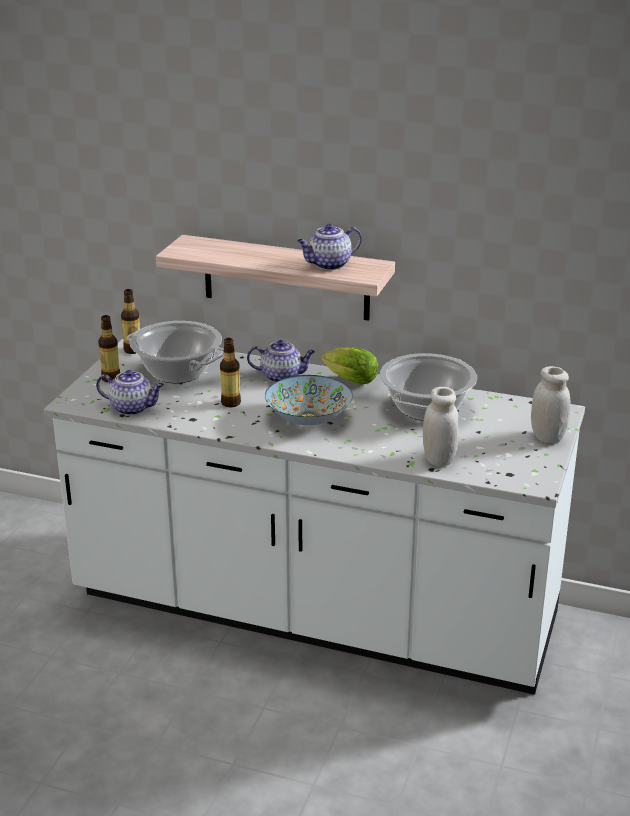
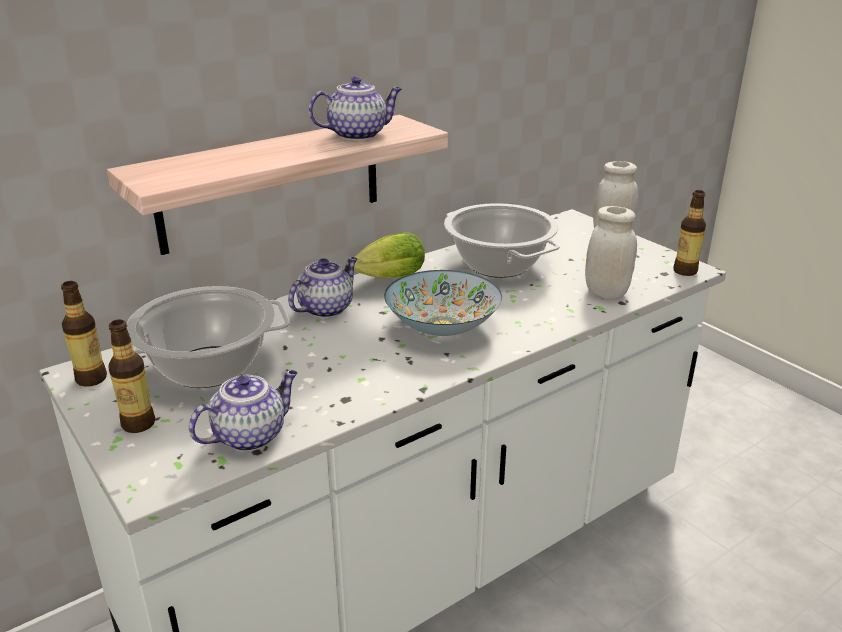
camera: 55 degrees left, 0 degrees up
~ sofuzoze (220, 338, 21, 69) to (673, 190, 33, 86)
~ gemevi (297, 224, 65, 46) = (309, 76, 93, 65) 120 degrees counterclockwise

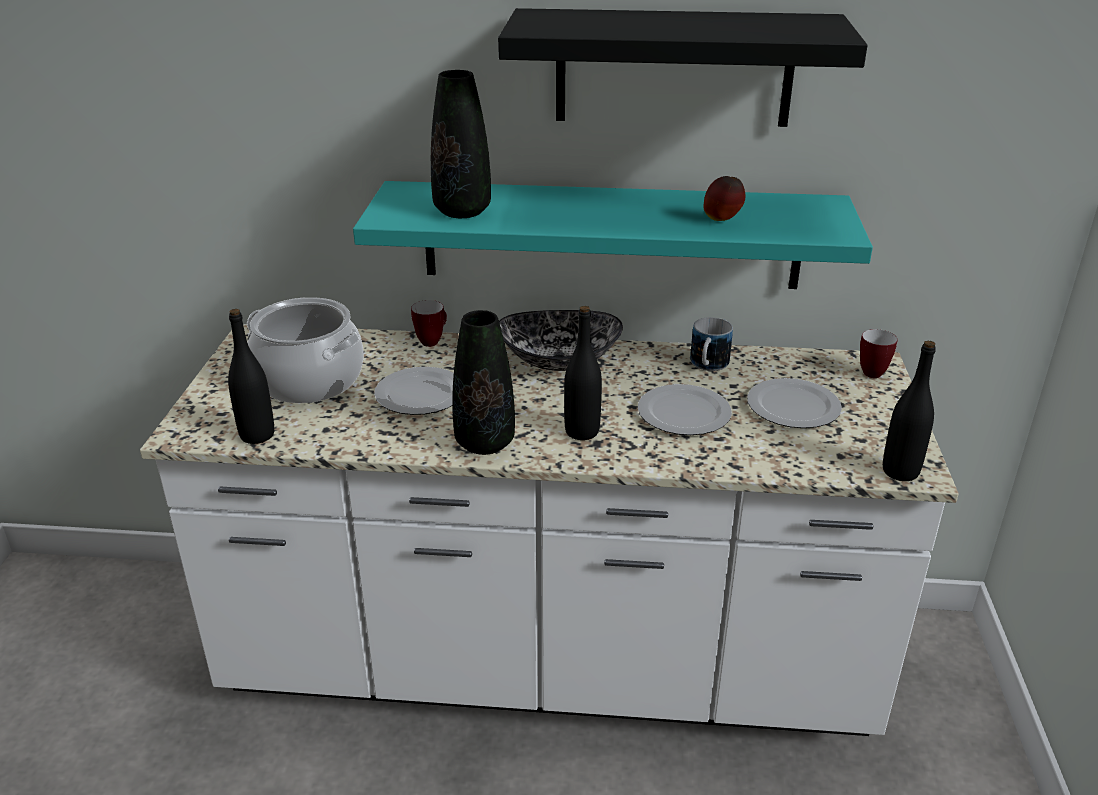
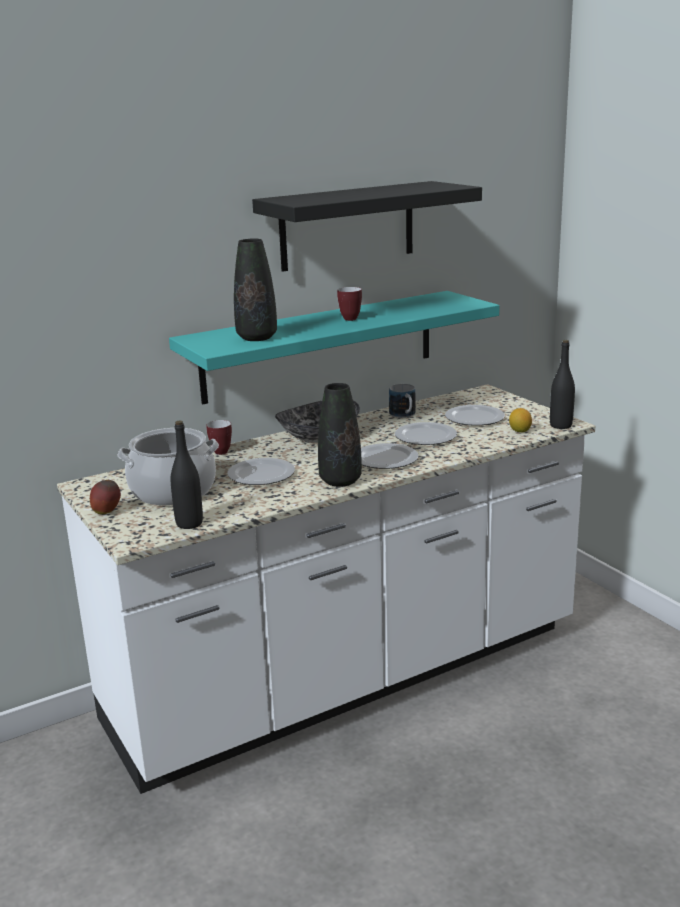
camera: 35 degrees left, 10 degrees down
~ black sofuzoze (564, 306, 38, 134) to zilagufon (361, 443, 57, 26)
~ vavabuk (703, 176, 42, 45) to (90, 480, 31, 34)
~ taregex (860, 329, 38, 49) to (337, 287, 25, 34)
+ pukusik (509, 408, 23, 25)

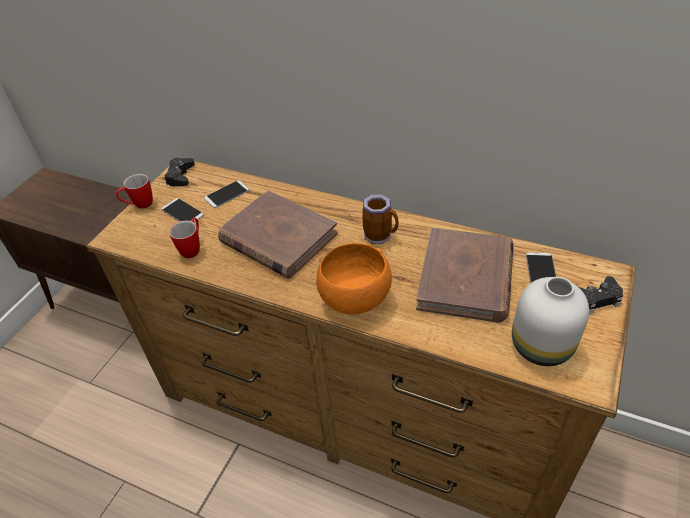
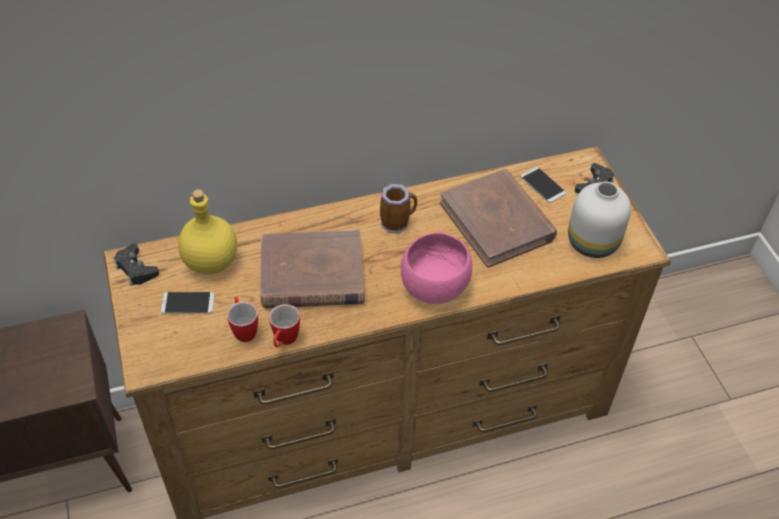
camera: 45 degrees left, 5 degrees up
~ taregex (116, 174, 37, 35) to (269, 304, 31, 43)
~ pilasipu (204, 180, 46, 28) to yellow sofuzoze (178, 189, 59, 85)
~ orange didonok (316, 243, 76, 71) to pink didonok (401, 231, 71, 73)

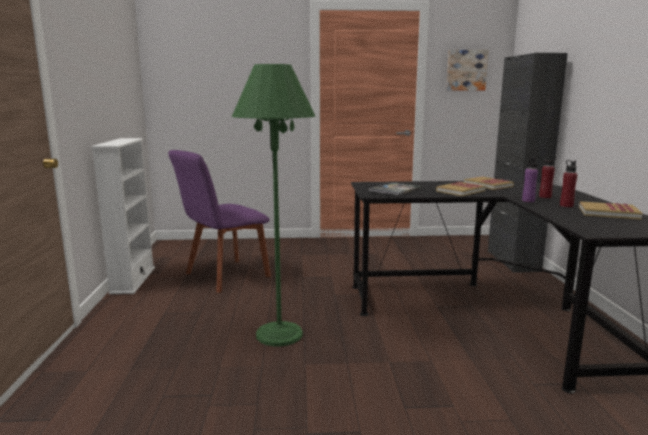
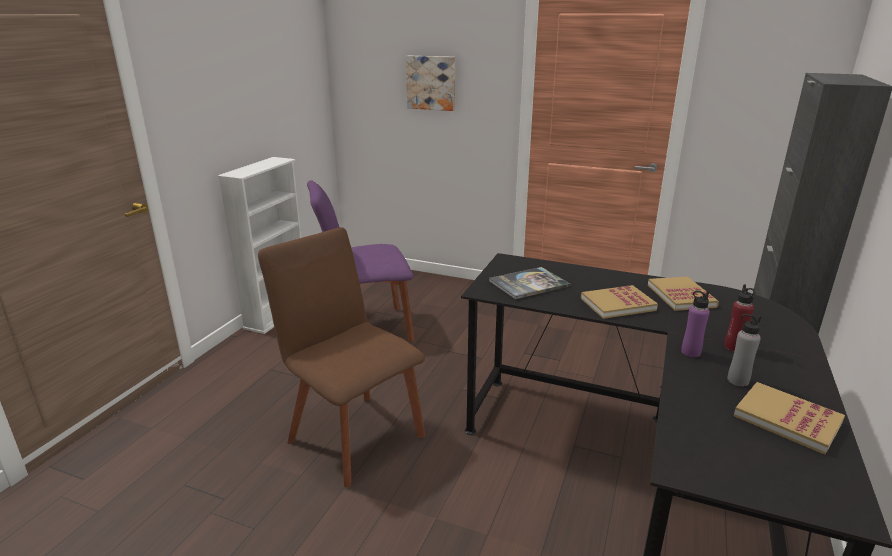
camera: 25 degrees right, 10 degrees up
~ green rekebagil (232, 64, 83, 282) to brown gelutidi (258, 227, 167, 261)
~ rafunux (446, 50, 42, 41) to (406, 56, 49, 55)
~ red sofuzoze (560, 160, 17, 47) to grey sofuzoze (727, 314, 34, 73)

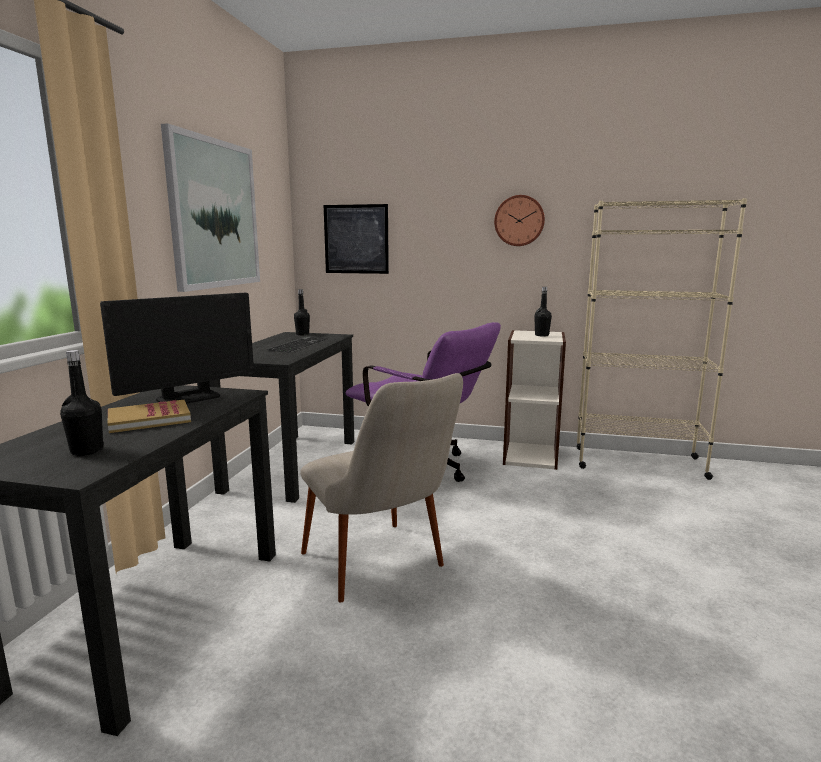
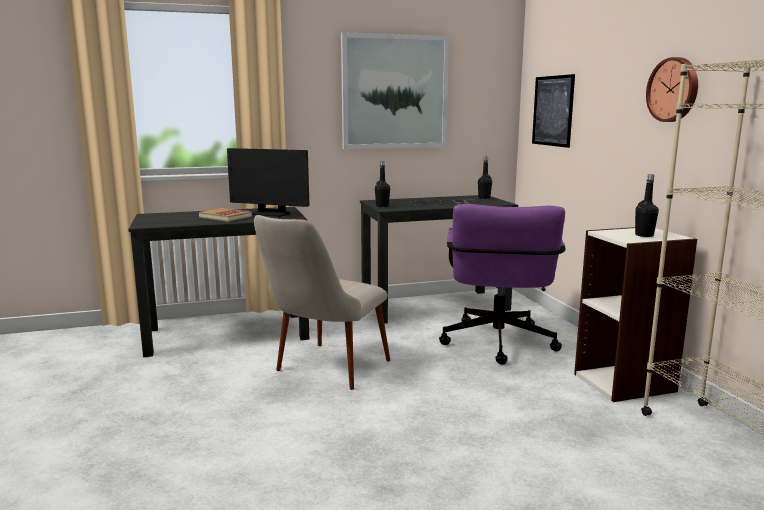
camera: 60 degrees right, 0 degrees up
~ black sofuzoze (60, 350, 44, 106) to (375, 161, 15, 46)

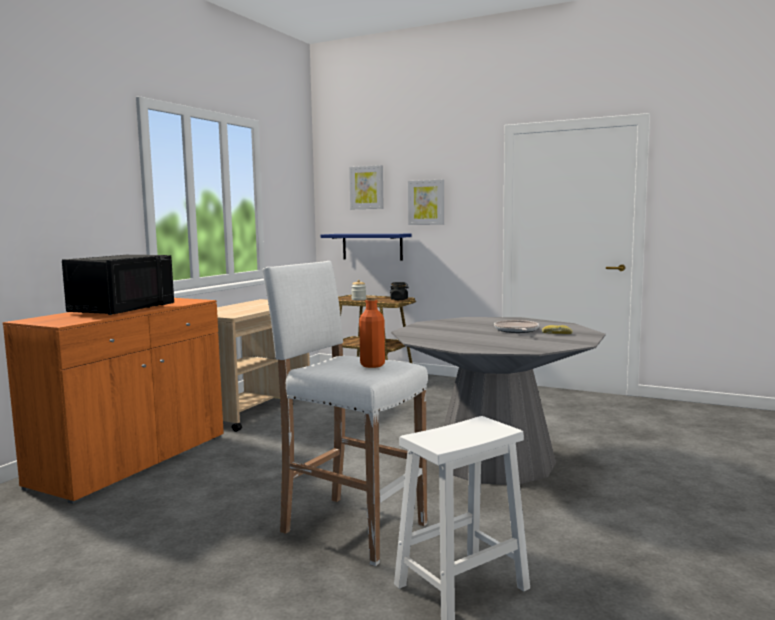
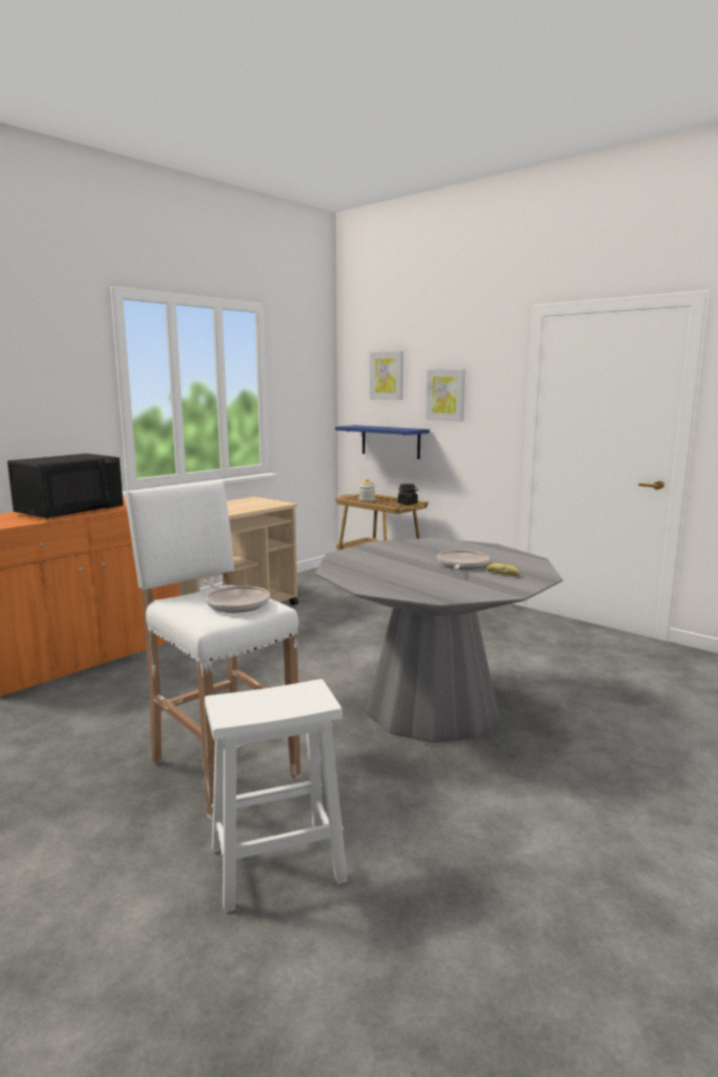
camera: 15 degrees right, 5 degrees up
~ orange sofuzoze (359, 297, 26, 71) to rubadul (201, 580, 69, 33)

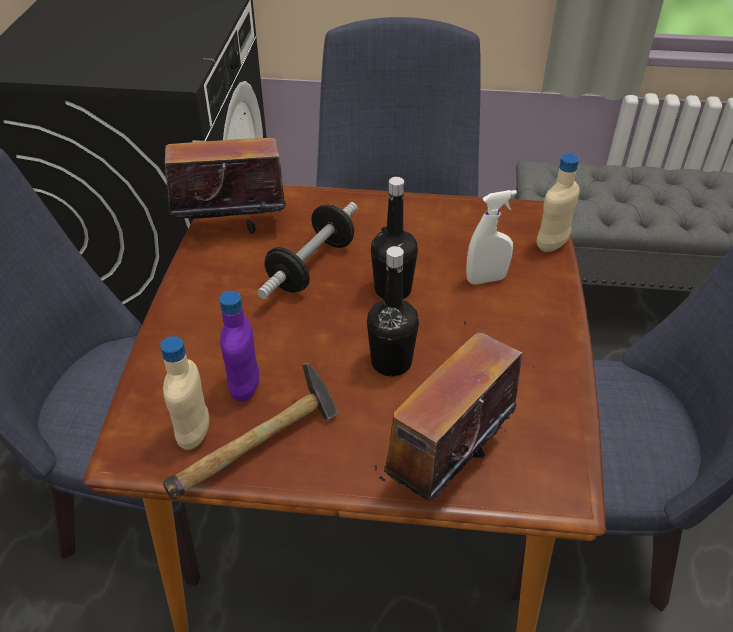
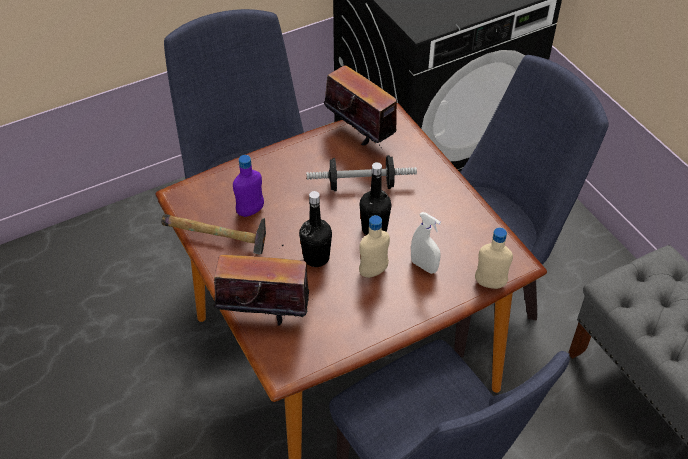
camera: 55 degrees right, 5 degrees up
~ beige sofuzoze (160, 336, 49, 114) to (359, 215, 31, 63)

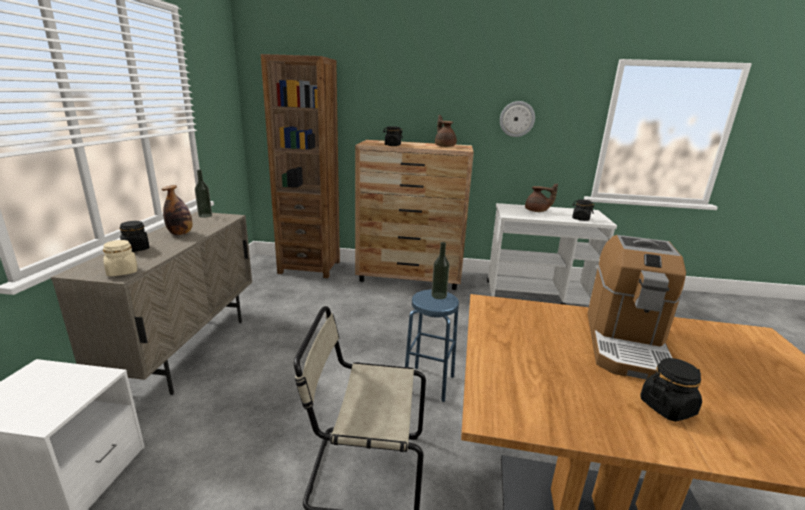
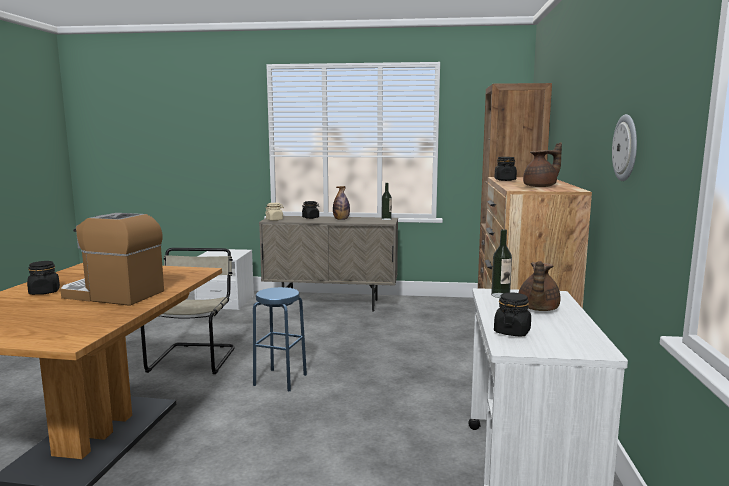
camera: 90 degrees right, 10 degrees down
~ sofuzoze (431, 242, 19, 57) to (491, 229, 21, 69)

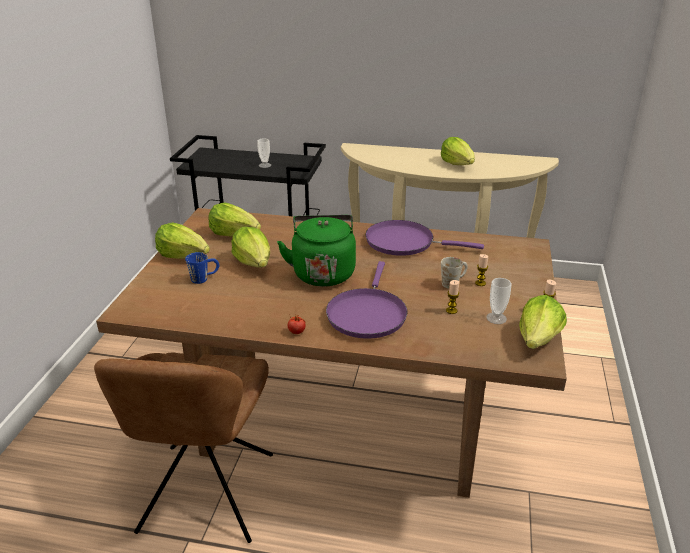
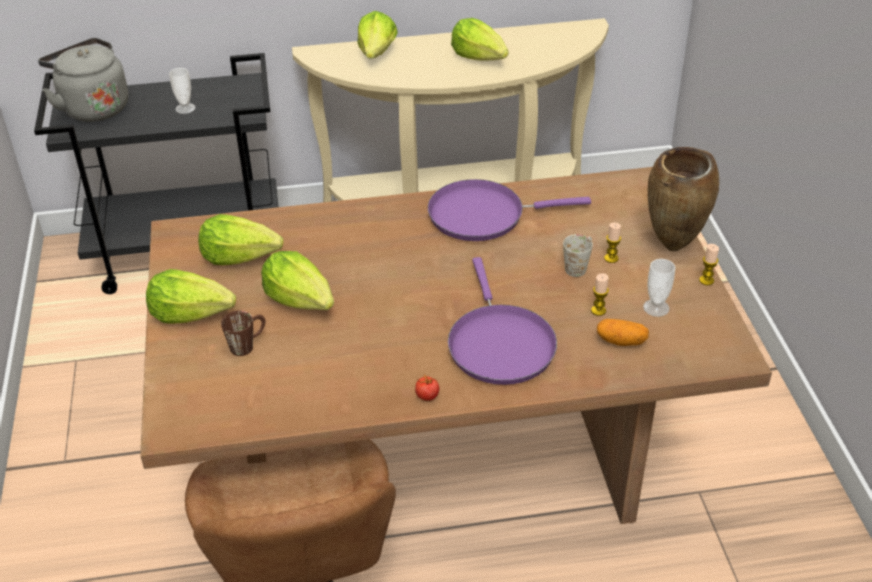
camera: 20 degrees left, 10 degrees up
~ blue taregex (185, 252, 34, 32) to brown taregex (221, 311, 45, 45)
- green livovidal (277, 215, 79, 72)
~ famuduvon (519, 295, 48, 54) to (358, 11, 40, 47)
+ grey livovidal (38, 38, 90, 84)
+ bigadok (597, 319, 52, 27)
+ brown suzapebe (648, 147, 71, 104)

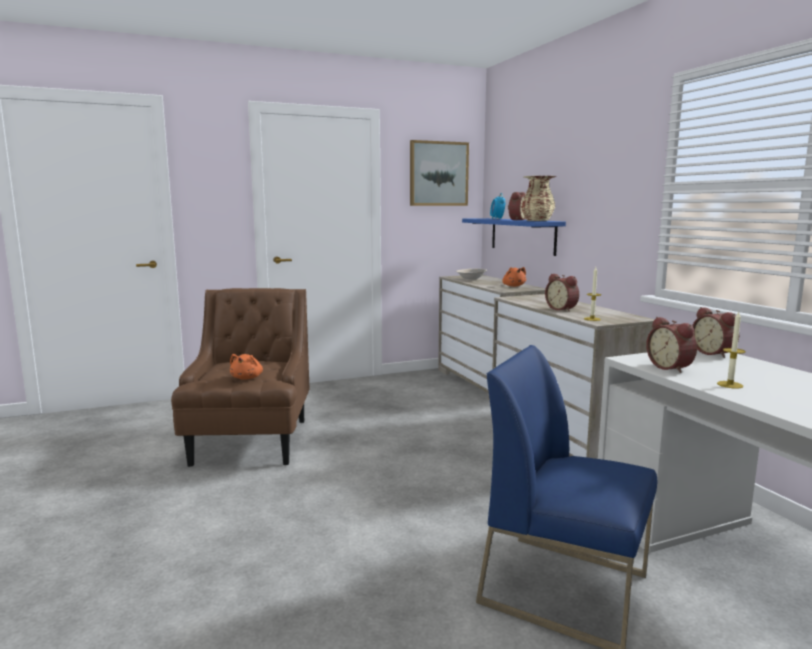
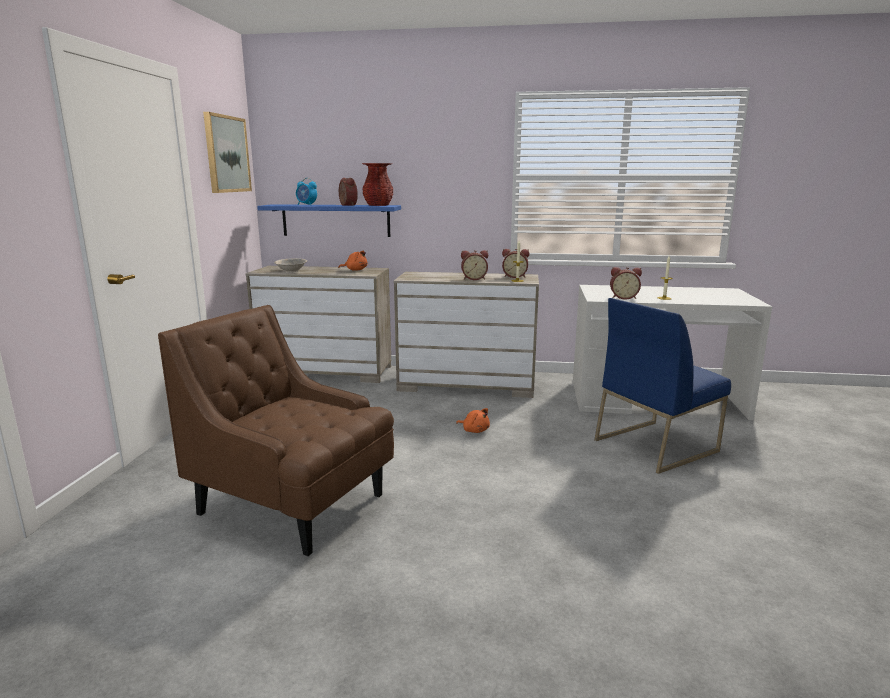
camera: 60 degrees left, 5 degrees up
~ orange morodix (230, 354, 33, 26) to (456, 408, 34, 25)
~ beige suzapebe (521, 176, 35, 45) to red suzapebe (362, 163, 32, 43)
~ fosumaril (692, 307, 47, 51) to (502, 249, 27, 29)

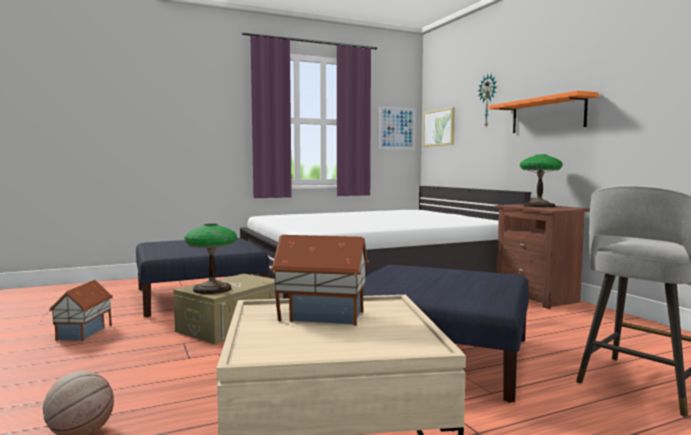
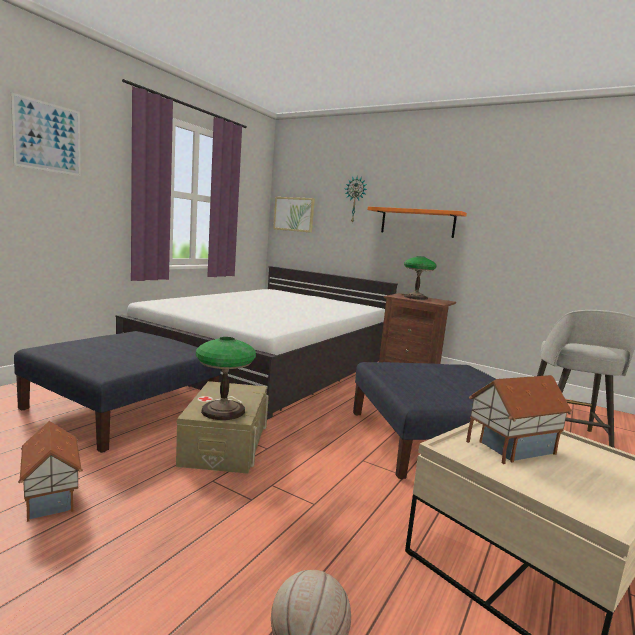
camera: 35 degrees left, 5 degrees up
~ rafunux (379, 107, 36, 42) to (11, 92, 70, 84)

